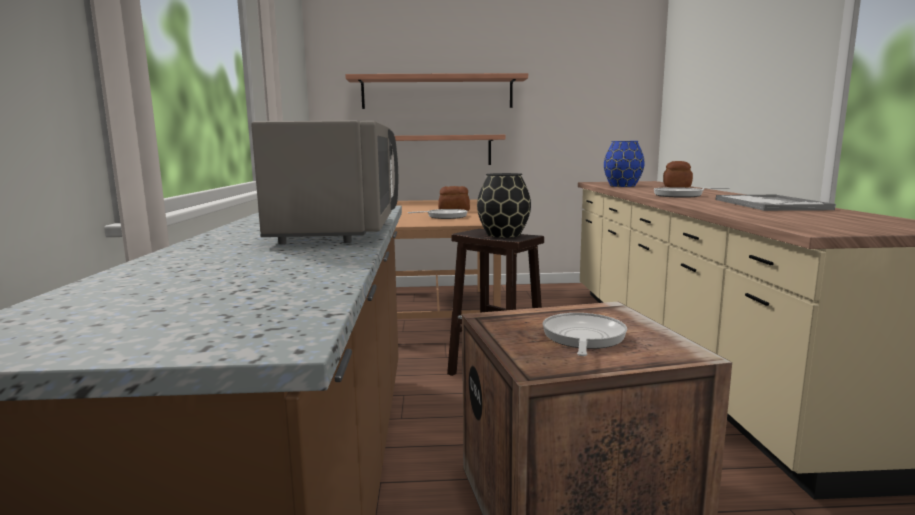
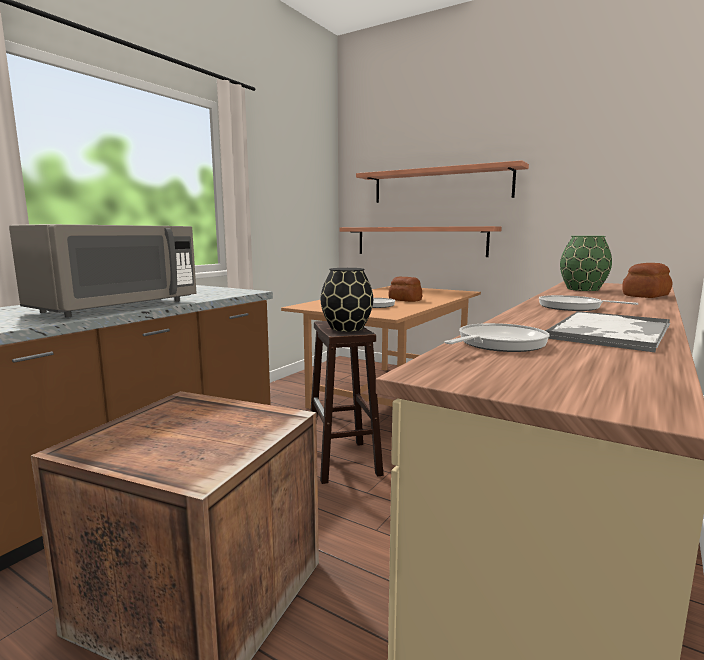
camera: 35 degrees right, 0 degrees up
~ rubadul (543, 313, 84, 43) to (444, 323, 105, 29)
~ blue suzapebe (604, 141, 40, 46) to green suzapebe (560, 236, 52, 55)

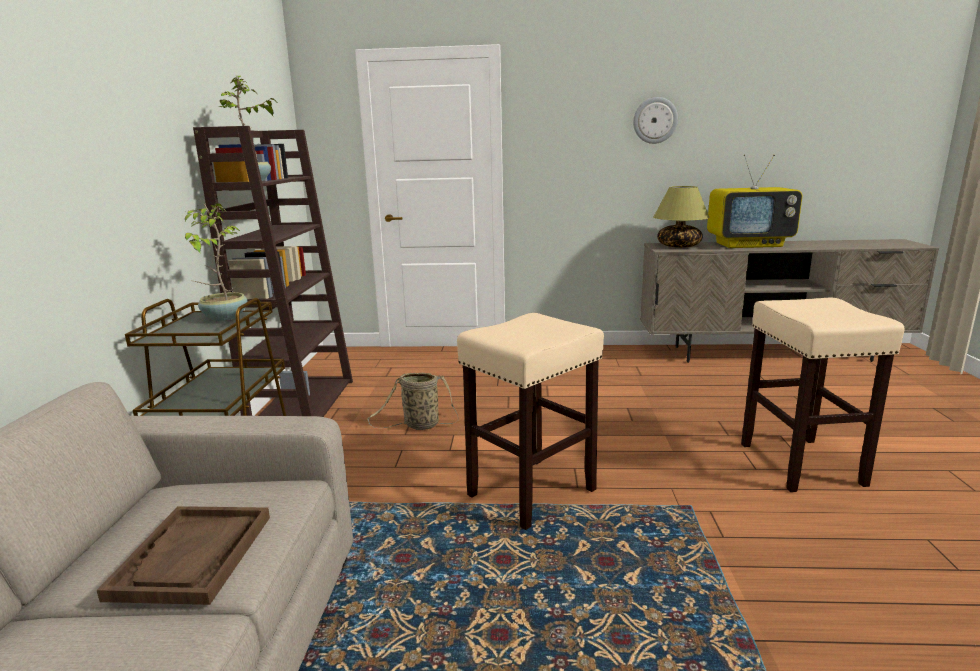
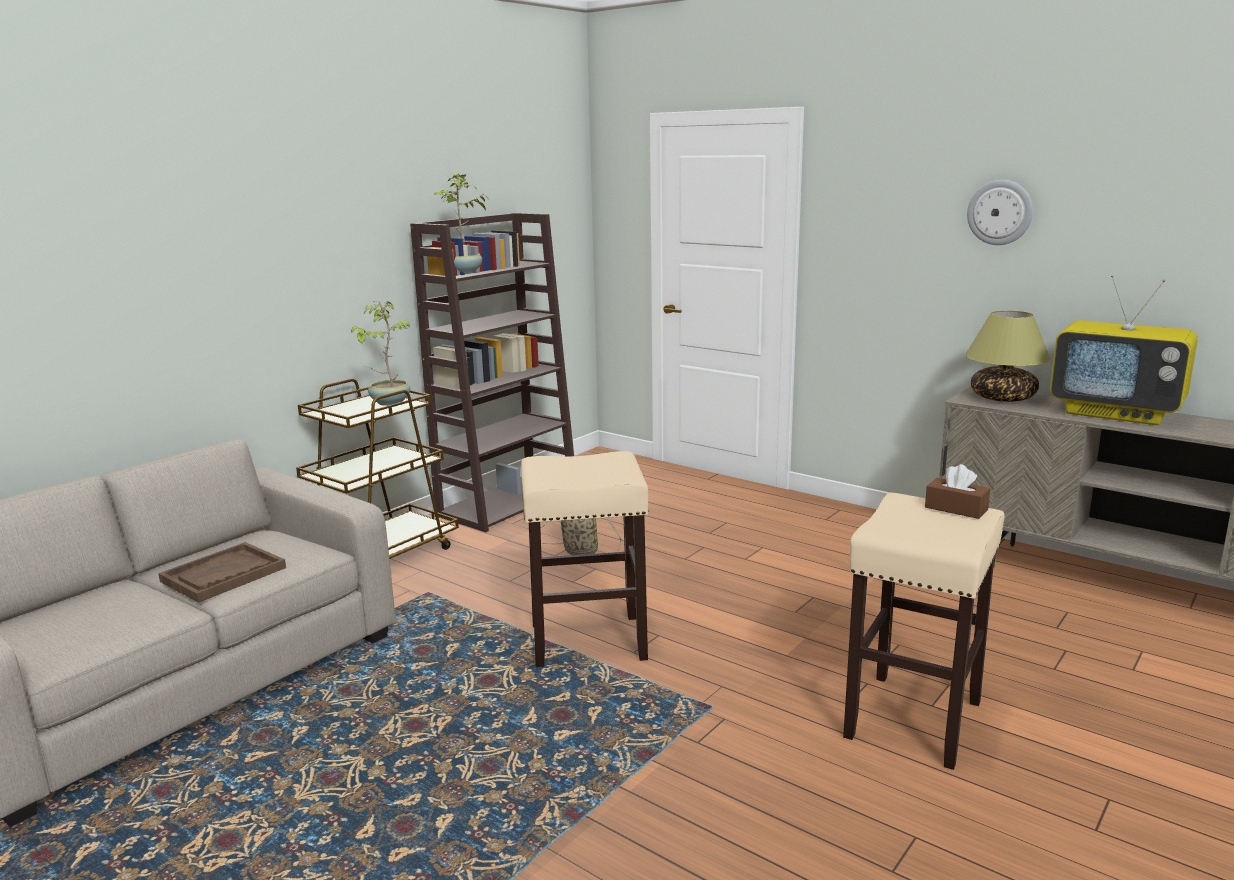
camera: 35 degrees right, 0 degrees up
+ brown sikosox (925, 464, 65, 55)

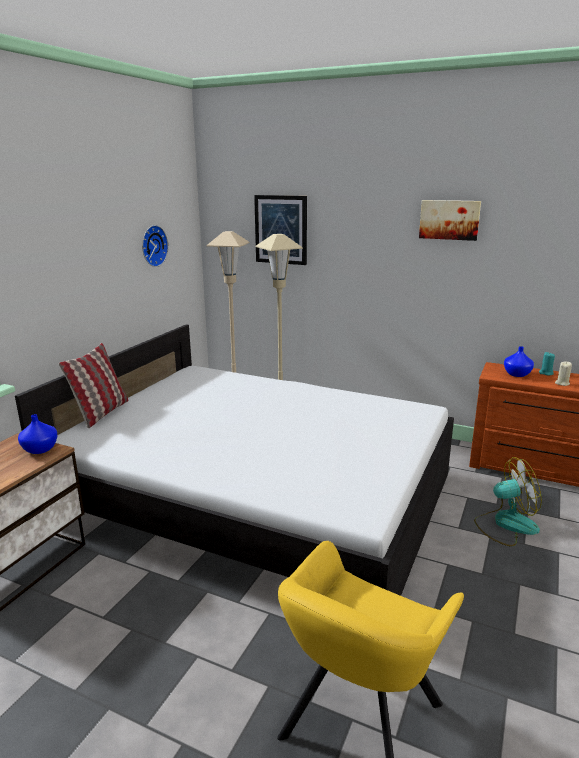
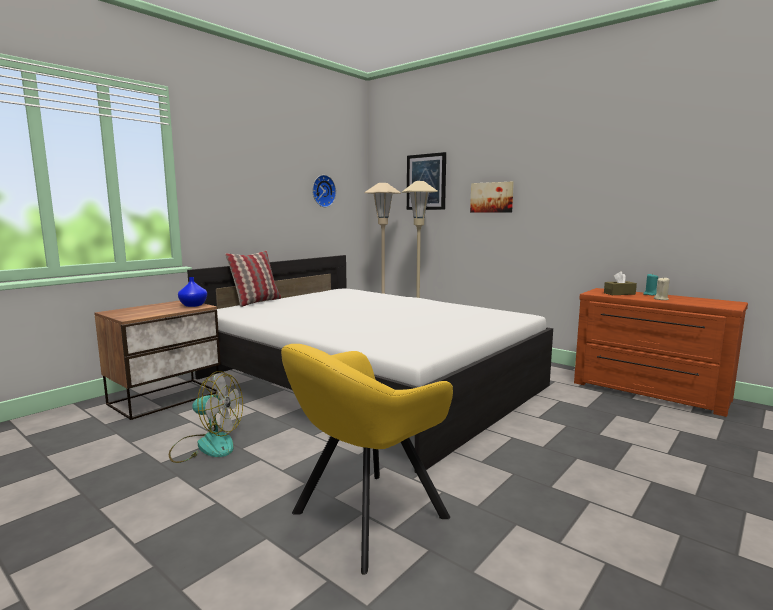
camera: 15 degrees right, 10 degrees down
~ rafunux (419, 200, 62, 41) to (470, 182, 44, 31)
~ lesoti (474, 457, 68, 89) to (169, 371, 74, 92)
~ blue suzapebe (504, 346, 30, 31) to brown sikosox (604, 271, 33, 24)

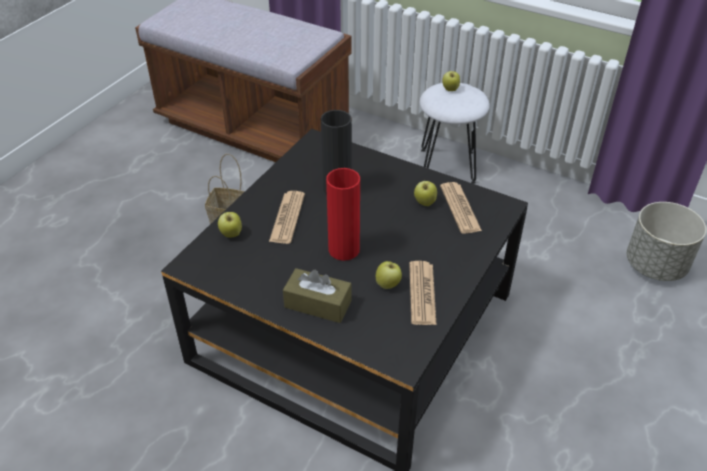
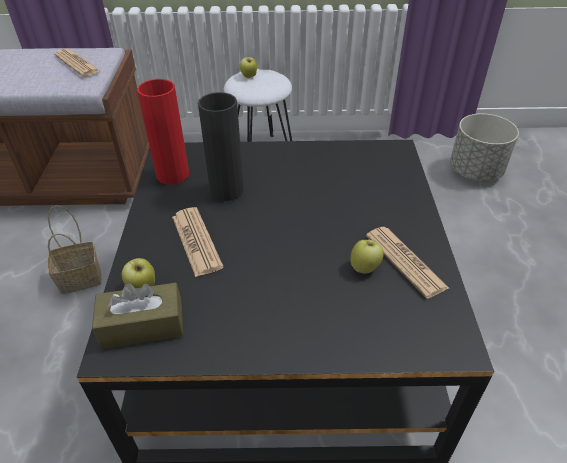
camera: 30 degrees left, 0 degrees up
~ brown sikosox (283, 268, 69, 55) to (92, 283, 91, 66)
~ red suzapebe (326, 168, 34, 93) to (137, 79, 52, 106)
- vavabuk (414, 179, 23, 27)
~ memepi (440, 182, 42, 52) to (54, 49, 46, 28)

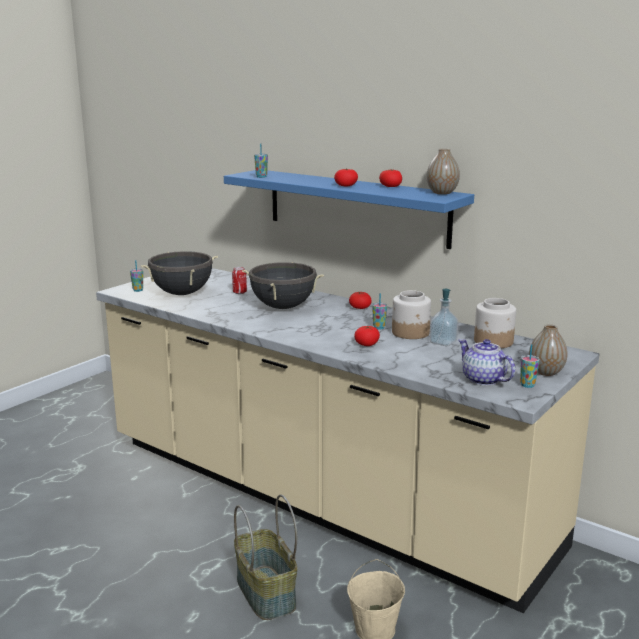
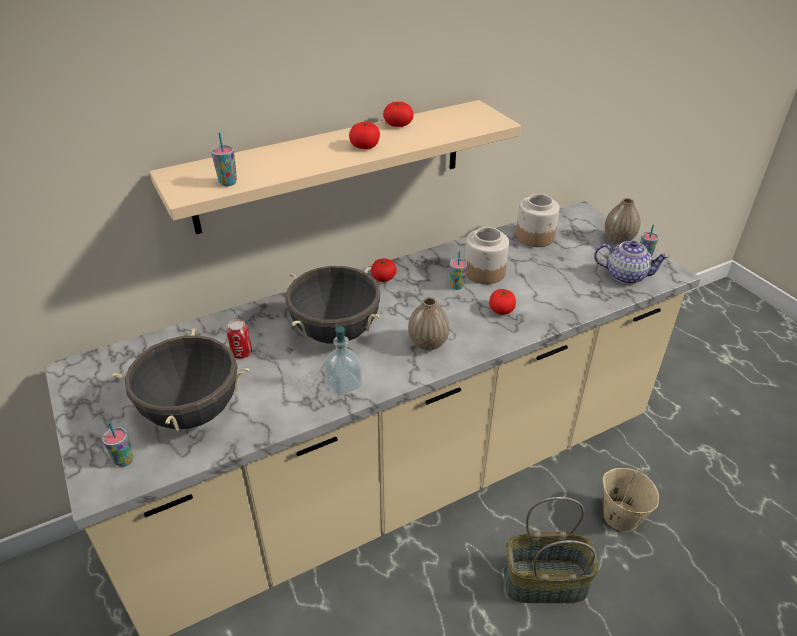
camera: 65 degrees left, 20 degrees up
~ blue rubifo (224, 170, 250, 79) to beige rubifo (150, 100, 371, 134)
~ suzapebe (427, 148, 33, 46) to (408, 297, 41, 54)
~ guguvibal (429, 289, 29, 57) to (324, 325, 38, 70)
~ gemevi (458, 339, 57, 47) = (594, 241, 76, 43) 150 degrees counterclockwise

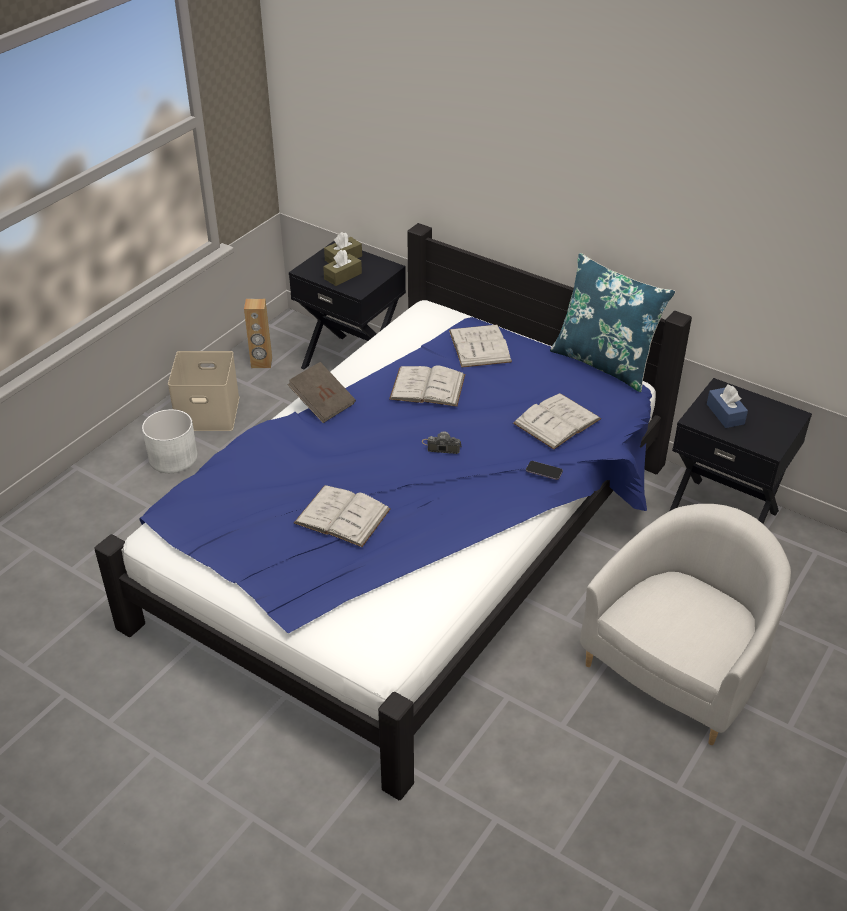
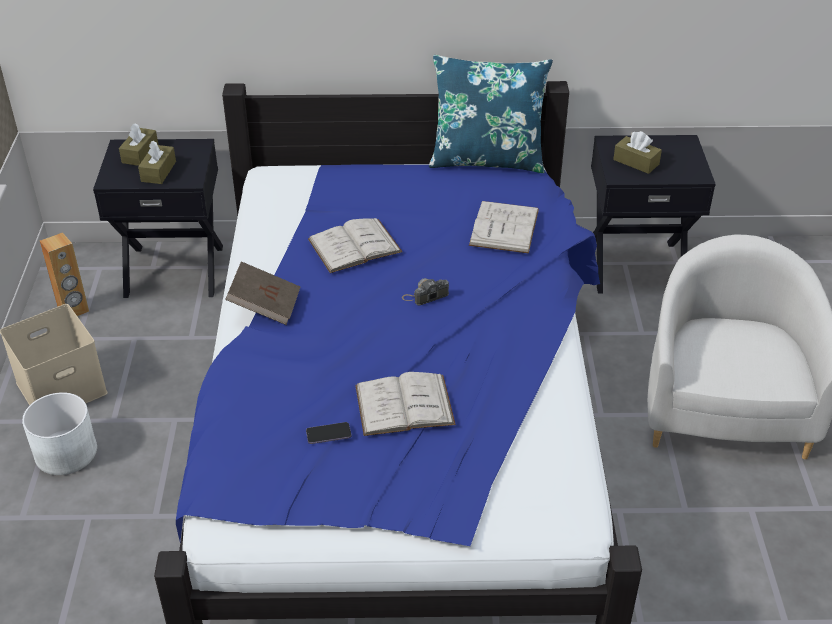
camera: 35 degrees left, 0 degrees up
- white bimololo (449, 325, 63, 43)
~ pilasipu (526, 461, 37, 19) to (306, 422, 45, 22)
~ blue sikosox (707, 385, 41, 43) to brown sikosox (613, 131, 49, 43)

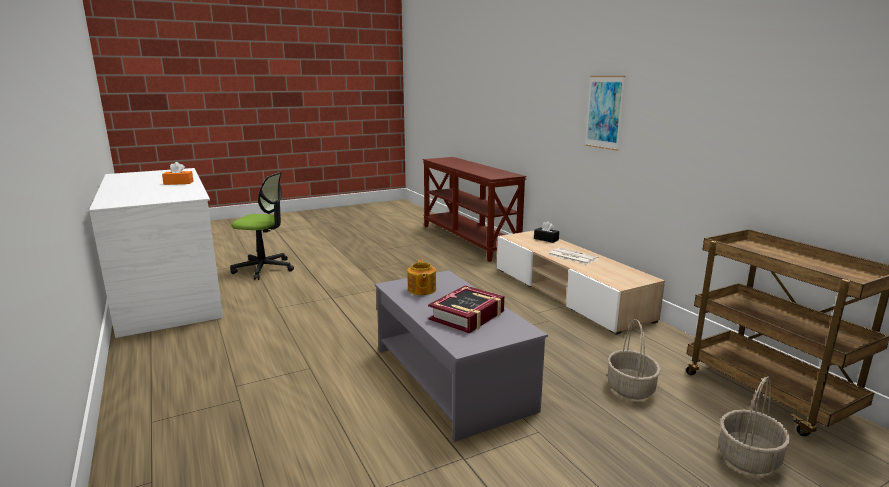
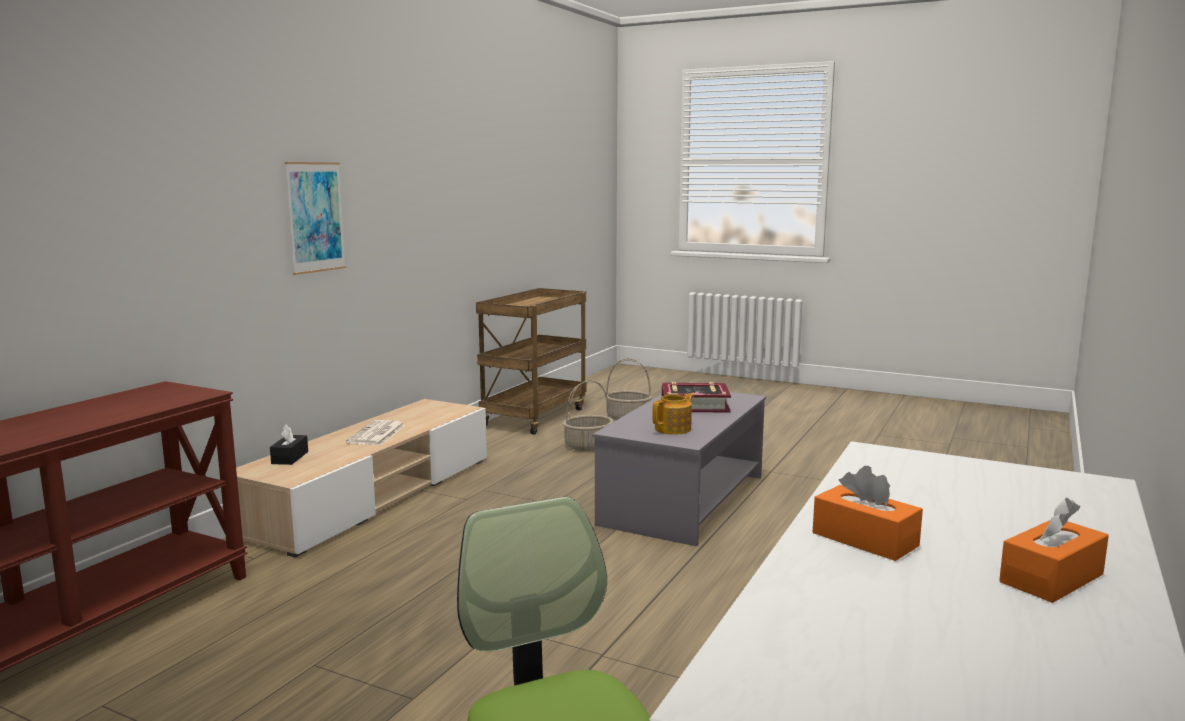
camera: 125 degrees left, 5 degrees down
+ orange sikosox (999, 498, 110, 105)

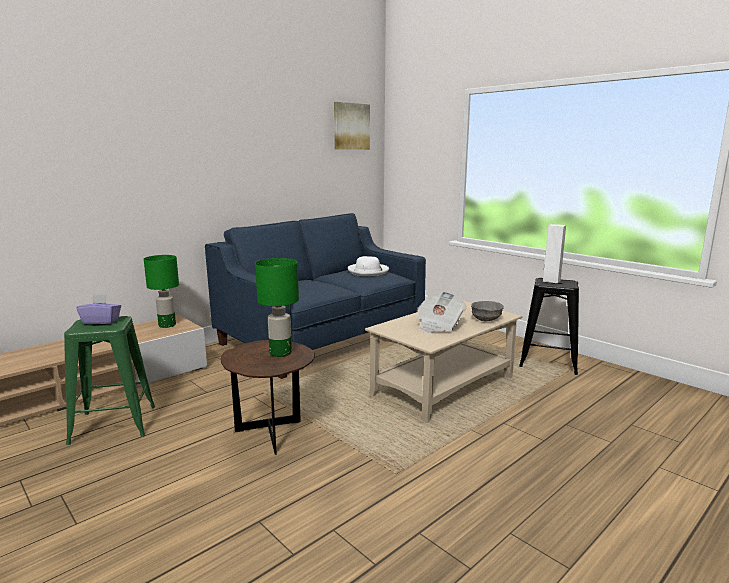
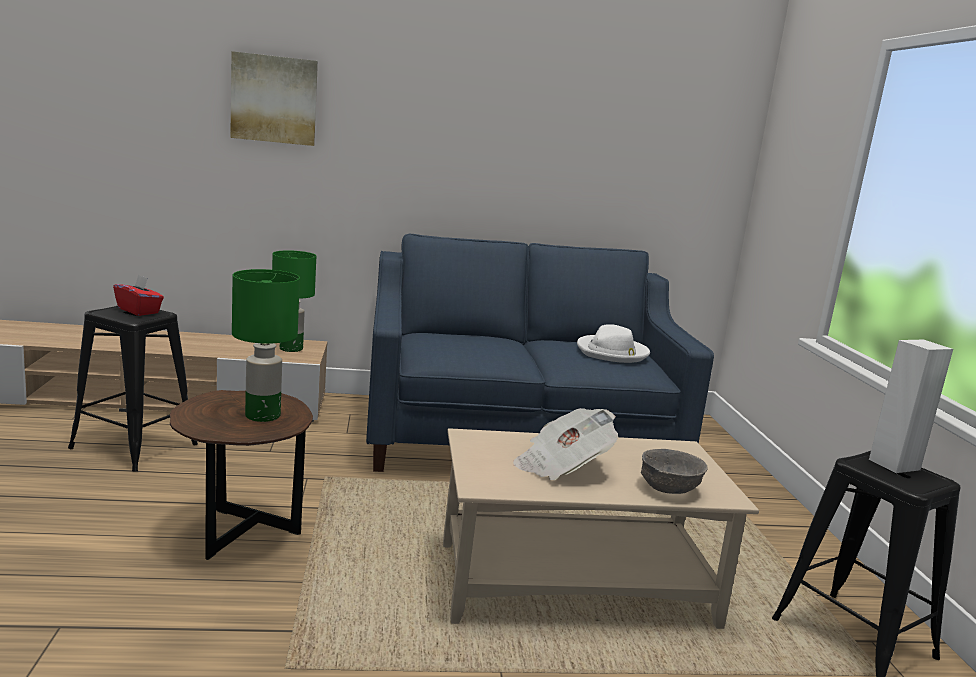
camera: 35 degrees right, 0 degrees up
~ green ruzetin (64, 316, 91, 129) to black ruzetin (68, 306, 130, 165)
~ purple sikosox (76, 294, 45, 30) to red sikosox (113, 274, 51, 42)
~ rafunux (334, 102, 36, 48) to (230, 51, 88, 95)

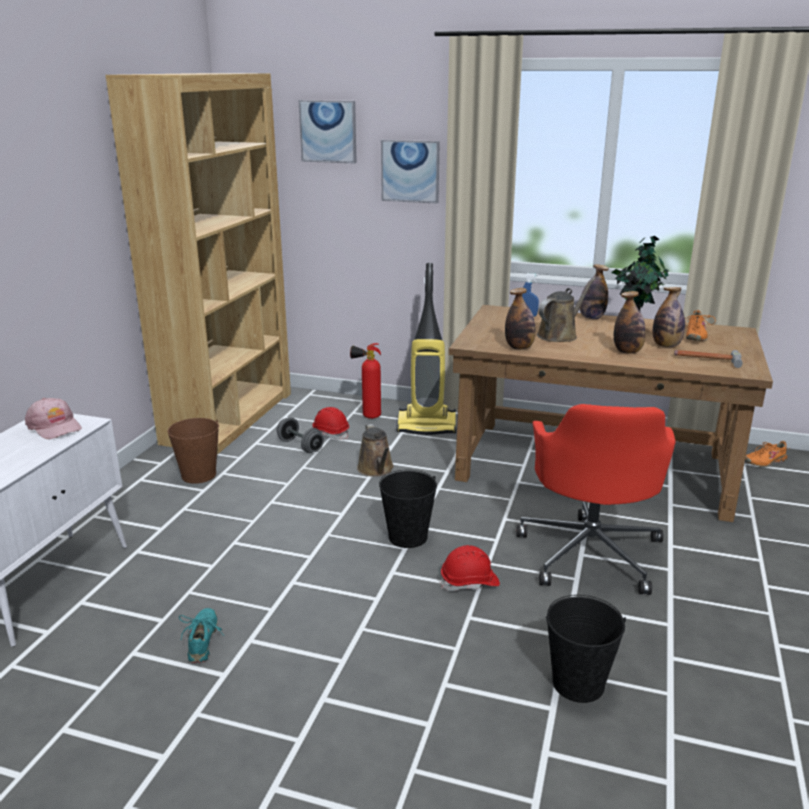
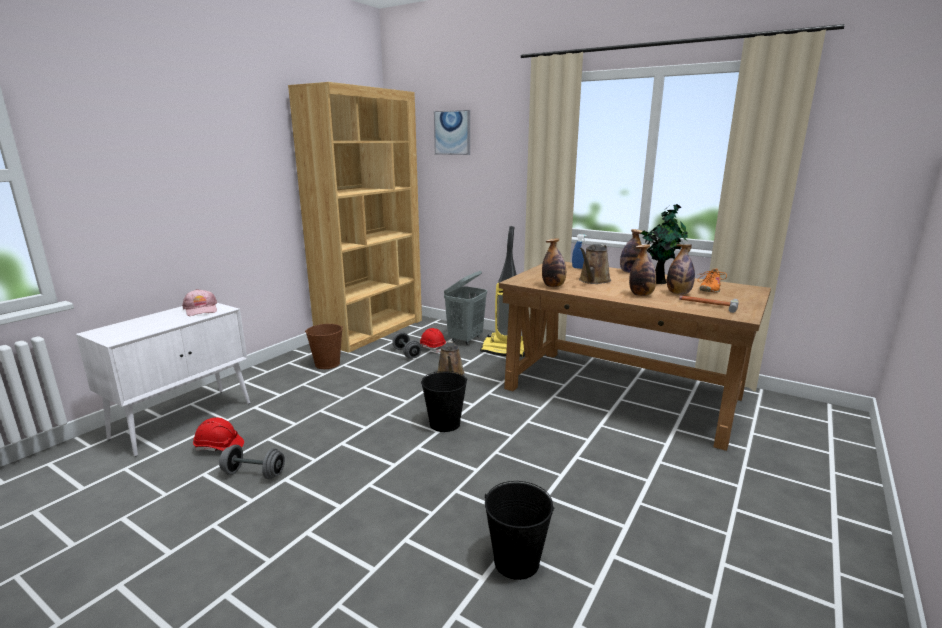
camera: 15 degrees right, 5 degrees down
~ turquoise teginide (179, 608, 44, 55) to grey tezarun (219, 445, 66, 34)
~ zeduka (350, 343, 31, 76) to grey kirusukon (444, 271, 43, 74)
- rafunux (381, 140, 59, 64)
~ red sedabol (441, 545, 59, 46) to (193, 417, 51, 34)
- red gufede (517, 404, 159, 191)
~ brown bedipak (537, 277, 59, 65) = (579, 244, 32, 40) 150 degrees clockwise
- orange teginide (745, 441, 45, 26)

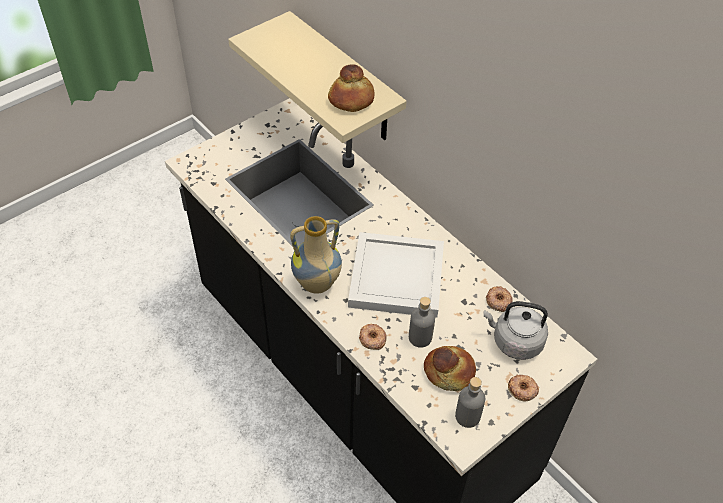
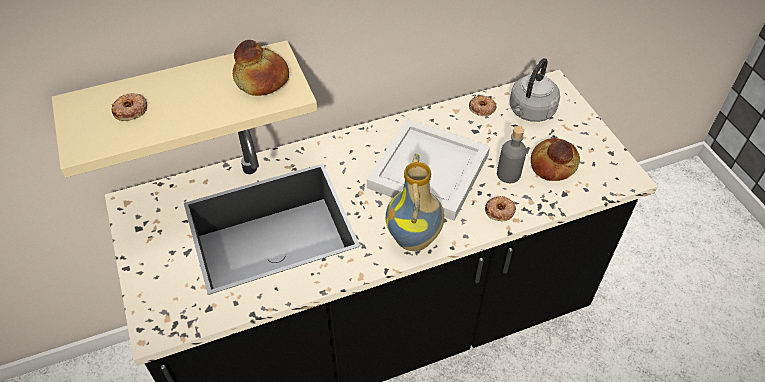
camera: 70 degrees left, 0 degrees up
- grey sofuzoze (455, 377, 30, 51)
~ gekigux (508, 375, 31, 26) to (112, 93, 35, 28)

